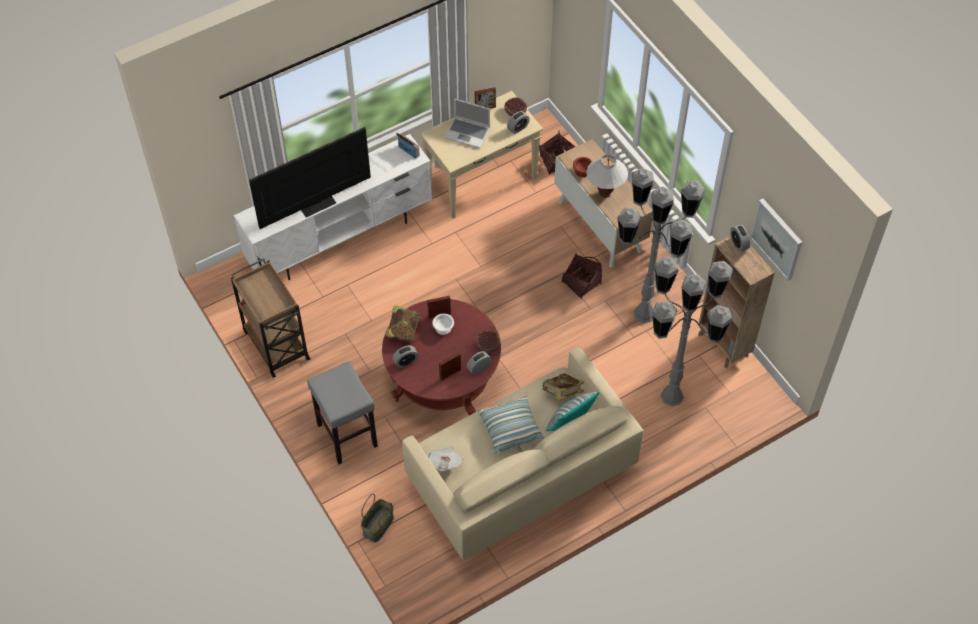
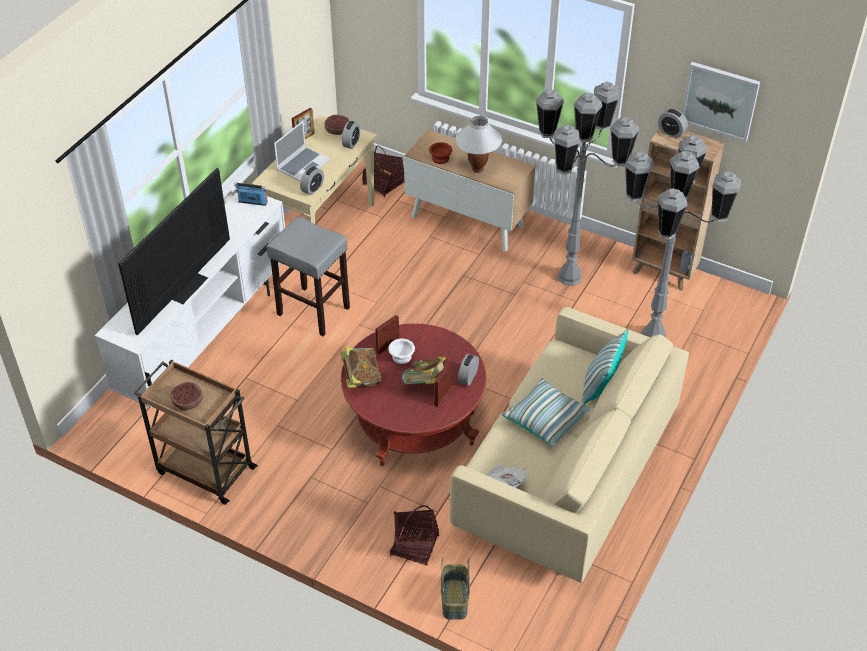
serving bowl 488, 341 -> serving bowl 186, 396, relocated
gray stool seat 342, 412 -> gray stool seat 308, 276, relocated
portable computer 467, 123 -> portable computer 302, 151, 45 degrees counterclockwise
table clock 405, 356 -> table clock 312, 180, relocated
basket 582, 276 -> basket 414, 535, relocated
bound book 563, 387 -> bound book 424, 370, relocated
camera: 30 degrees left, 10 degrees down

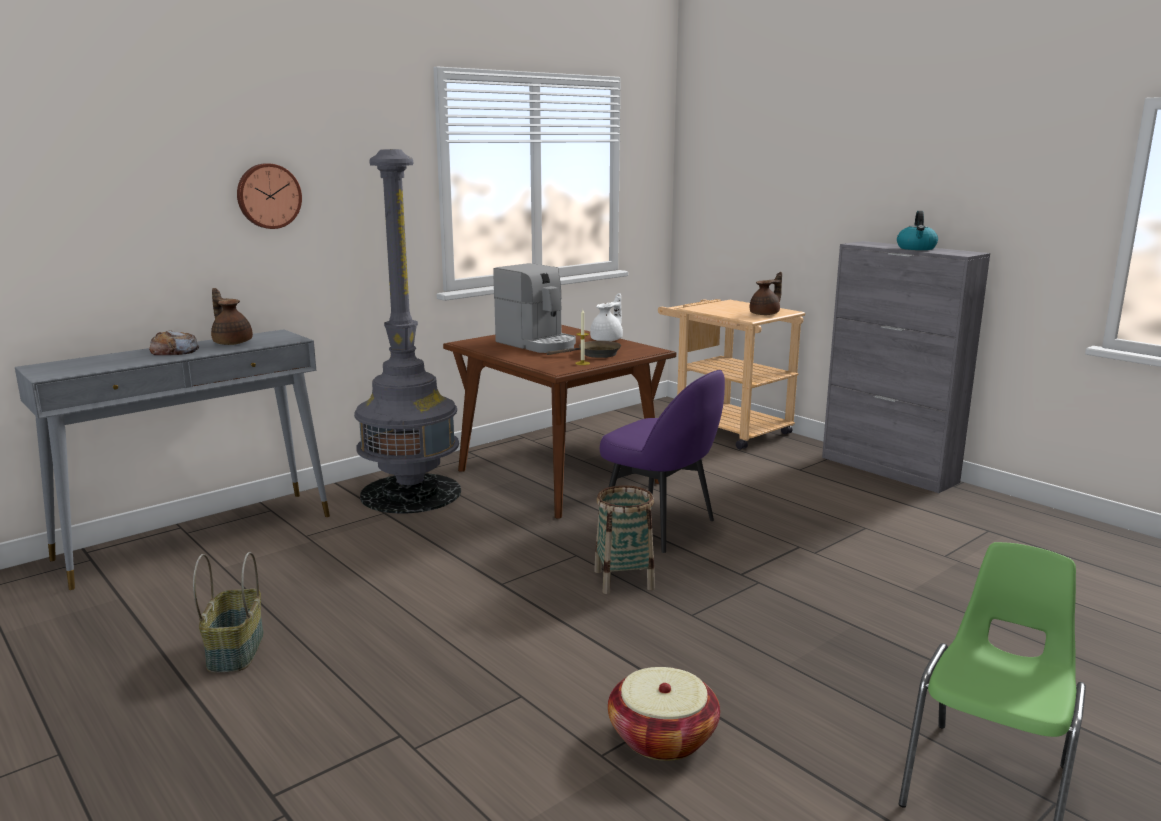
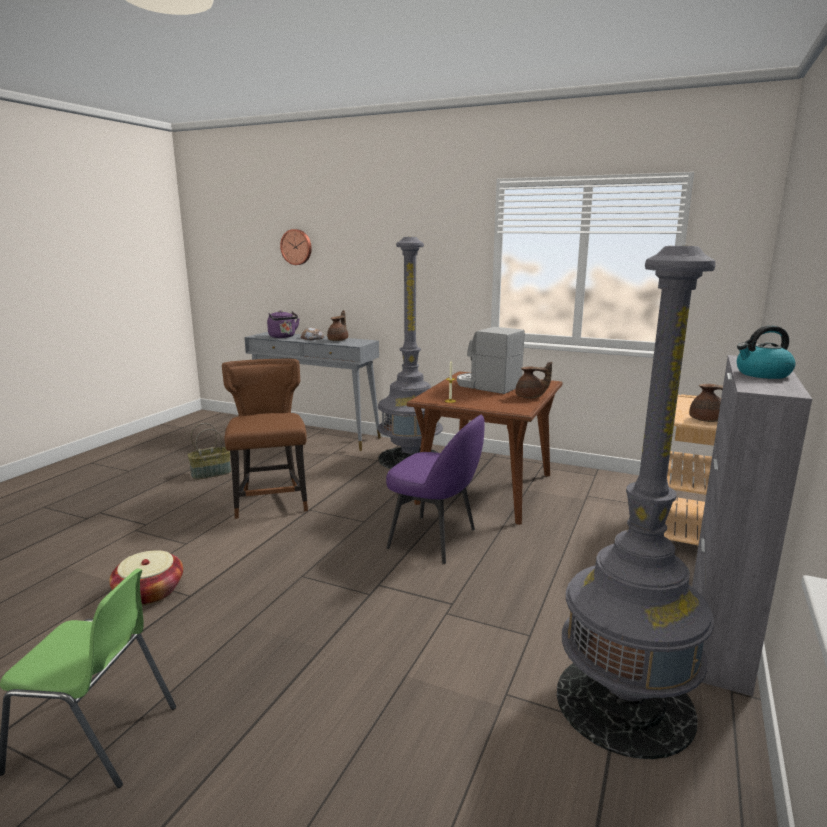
none -> brownish upright chair 265, 439
none -> purplish tea kettle 283, 324
wall clock 269, 196 -> wall clock 296, 247, relocated
purplish upright chair 662, 461 -> purplish upright chair 435, 489, 75 degrees counterclockwise
coffee machine 534, 308 -> coffee machine 491, 360, 105 degrees clockwise
whitish teapot 606, 317 -> brownish teapot 533, 380
none -> gray standard lamp 636, 502
brownish frying pan 584, 349 -> none
basket 624, 539 -> none
camera: 65 degrees right, 0 degrees up

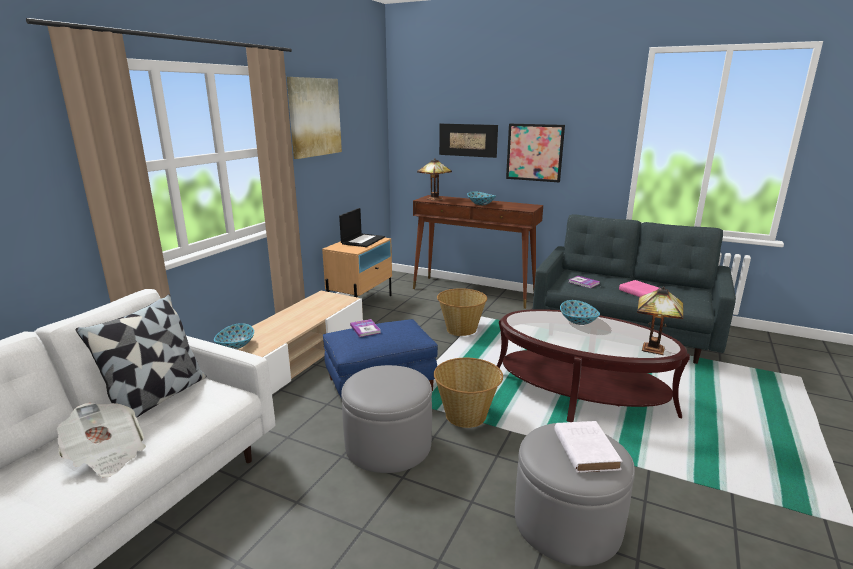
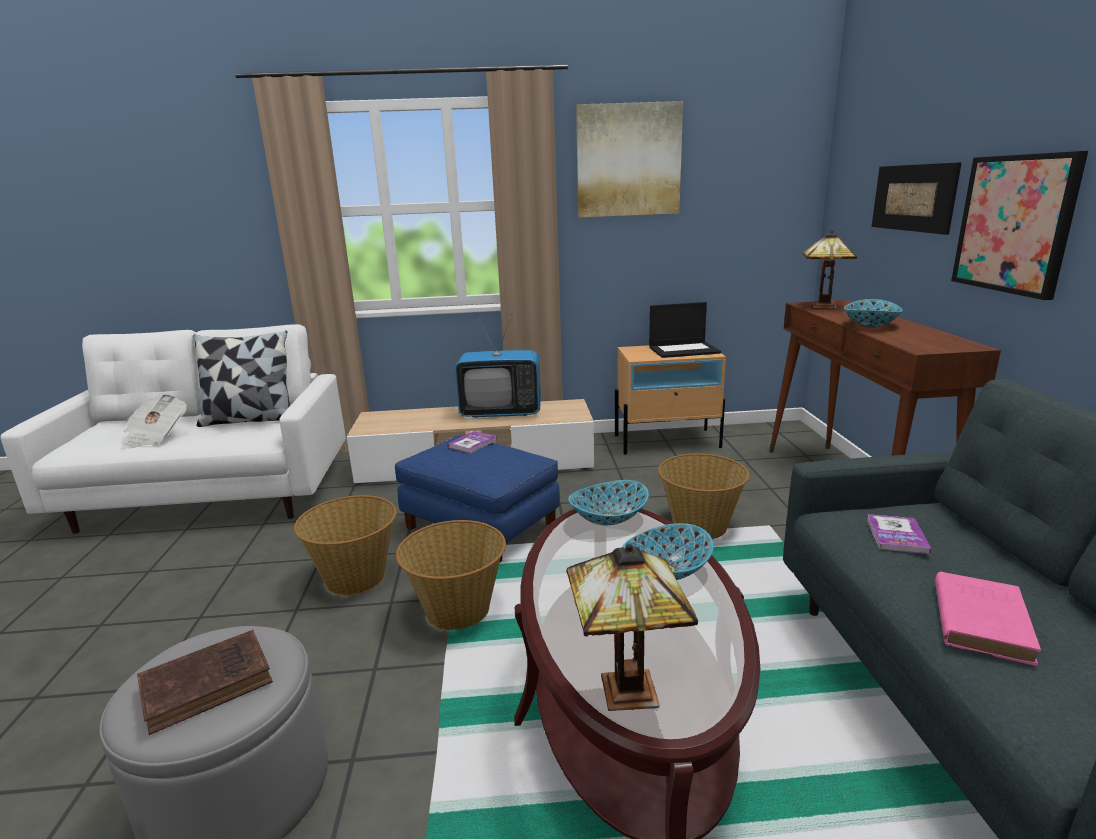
whitish bound book 588, 447 -> brownish bound book 205, 682
gray footrest 386, 419 -> basket 345, 545
none -> TV 498, 366
serving bowl 234, 336 -> serving bowl 608, 502, relocated
camera: 60 degrees right, 0 degrees up

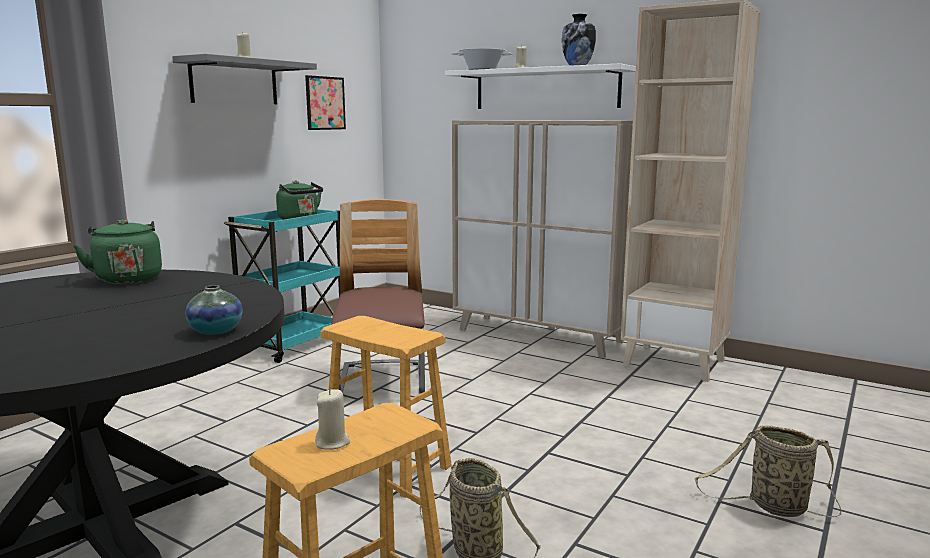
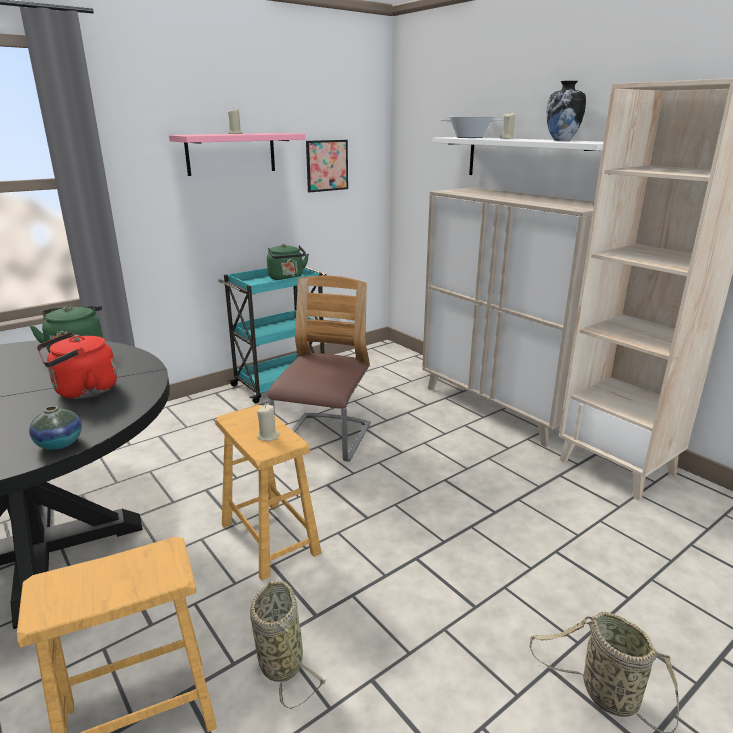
none -> reddish tea kettle 77, 365
gray bracket shelf 244, 79 -> pink-coloured bracket shelf 237, 154
beige-coloured wax light 332, 419 -> beige-coloured wax light 268, 423, relocated
camera: 20 degrees right, 10 degrees up

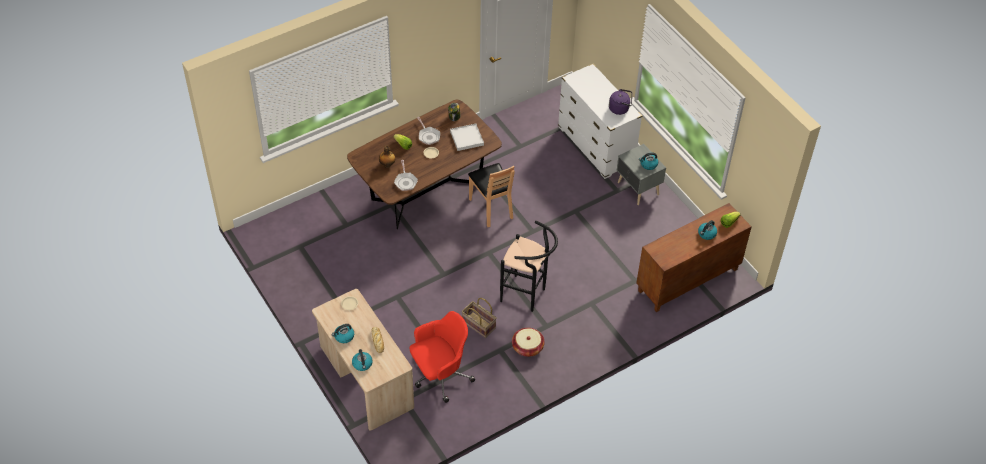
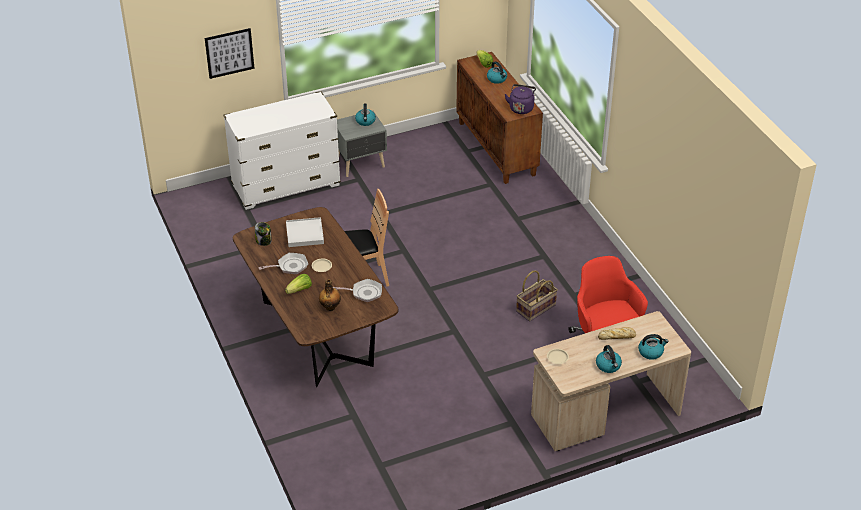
none -> wall picture 230, 53
purplish tea kettle 620, 102 -> purplish tea kettle 520, 99, relocated
blackish stool seat 529, 266 -> none
basket 528, 342 -> none
camera: 80 degrees left, 10 degrees down

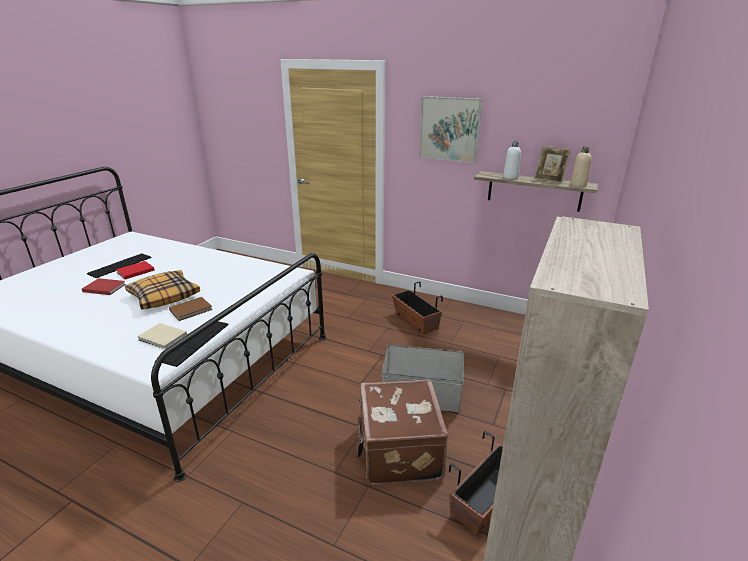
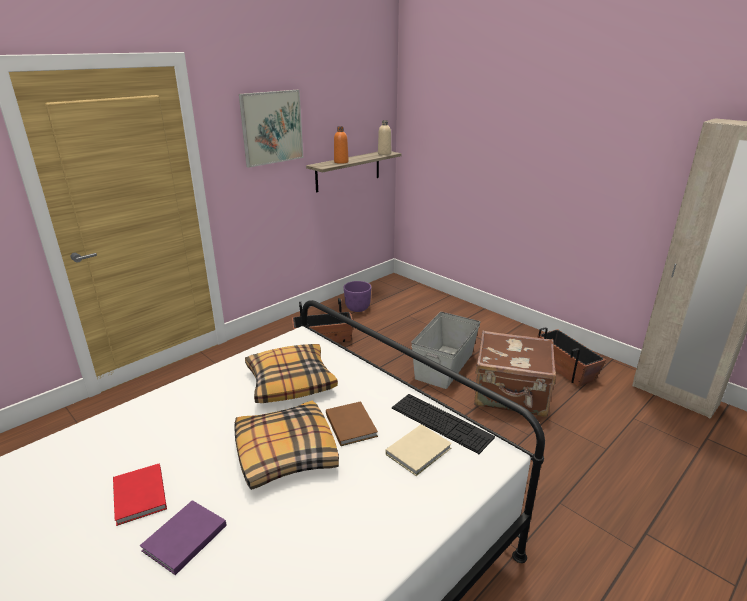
reddish bound book 104, 286 -> purplish bound book 183, 537
none -> pillow 291, 373
whitish drink bottle 512, 160 -> orangey drink bottle 341, 145
none -> purplish plant pot 357, 296
keyboard 119, 266 -> none
picture frame 552, 164 -> none
camera: 70 degrees left, 0 degrees up

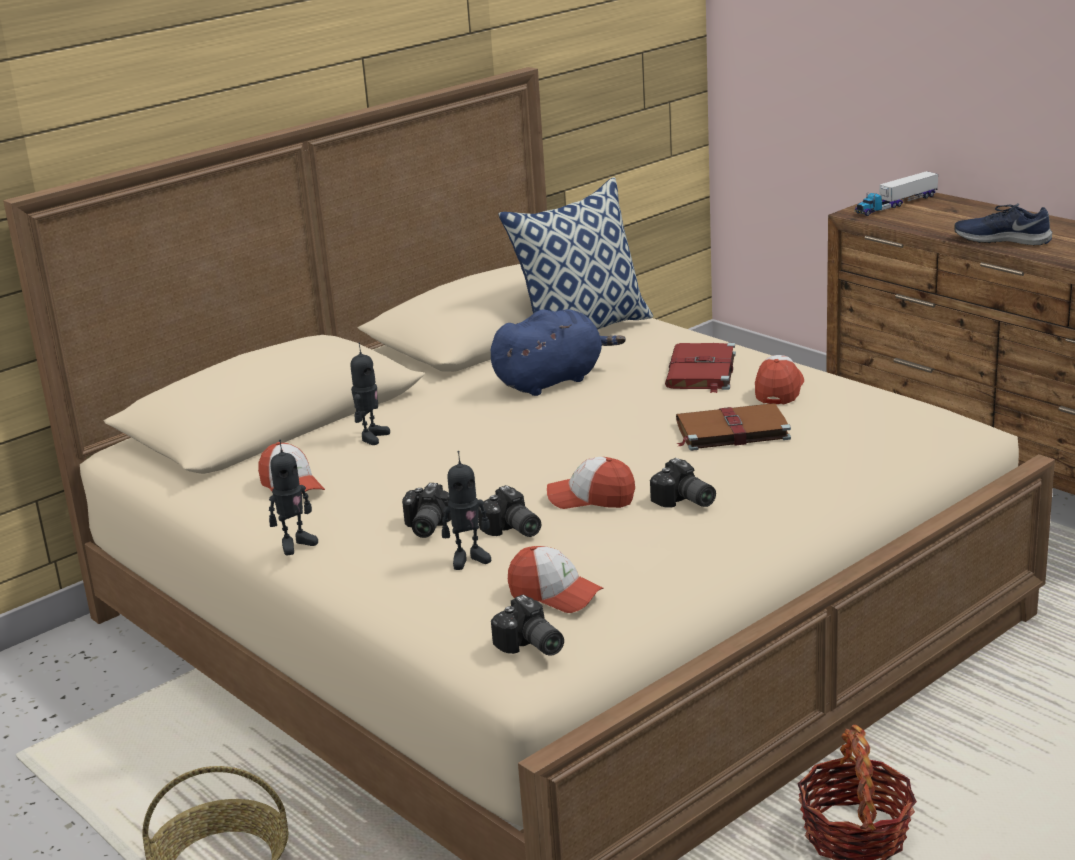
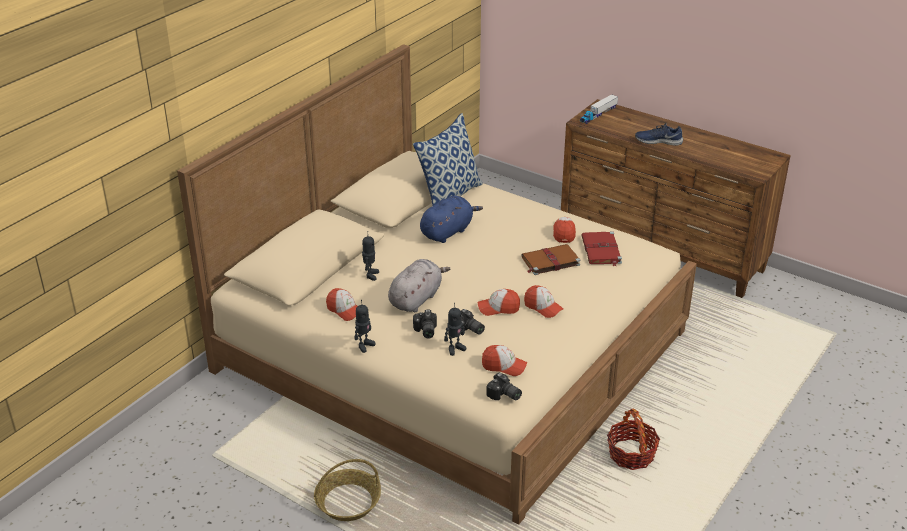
none -> gray cuddly toy 419, 285
still camera 683, 483 -> peaked cap 544, 301
reddish bound book 700, 368 -> reddish bound book 602, 248, relocated
camera: 15 degrees left, 10 degrees up

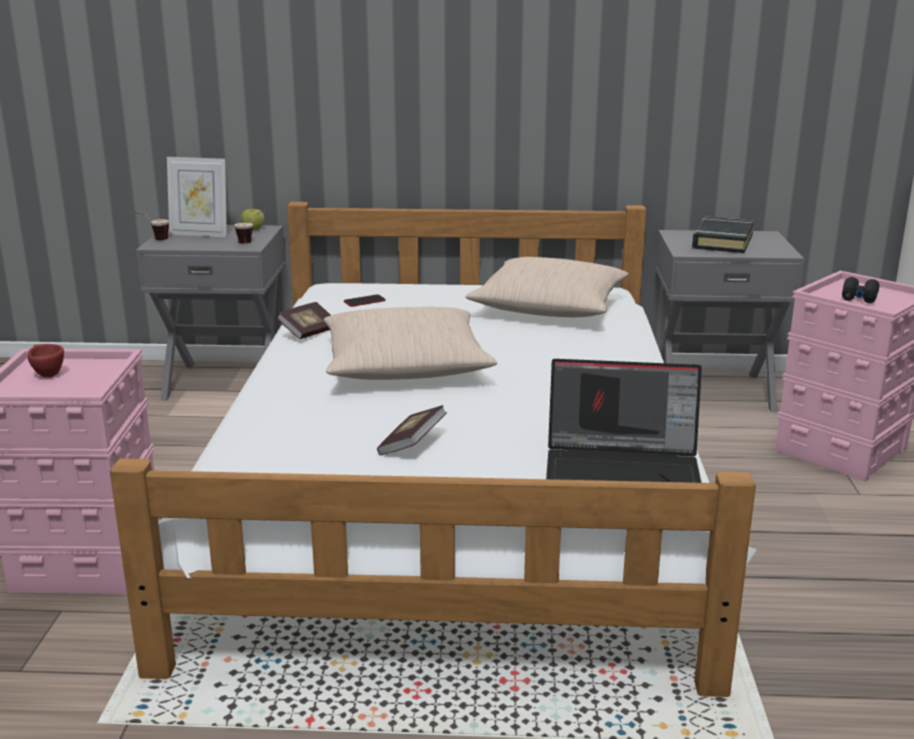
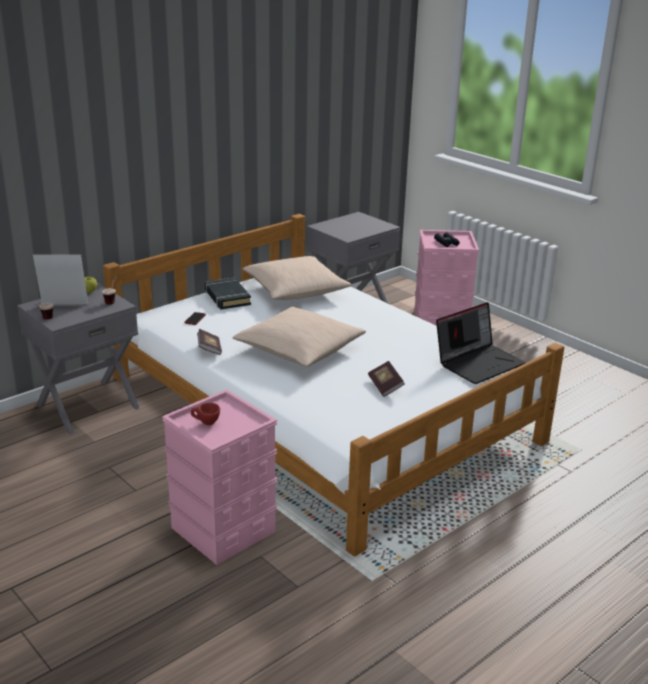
picture frame 197, 197 -> picture frame 60, 280, 150 degrees counterclockwise
blackish bound book 723, 234 -> blackish bound book 228, 293, relocated
camera: 45 degrees left, 5 degrees up

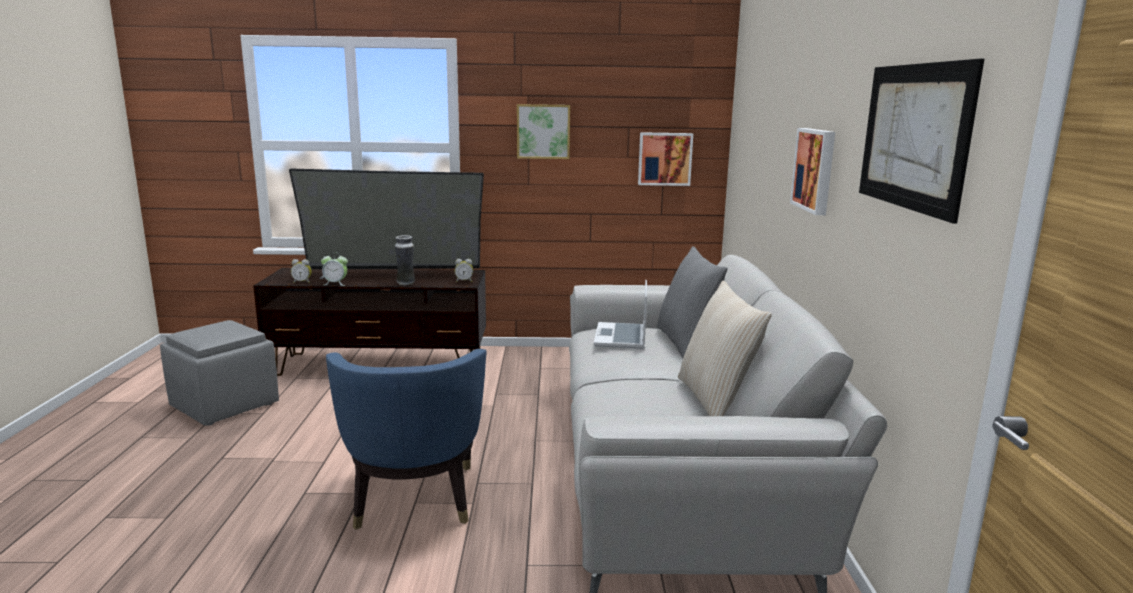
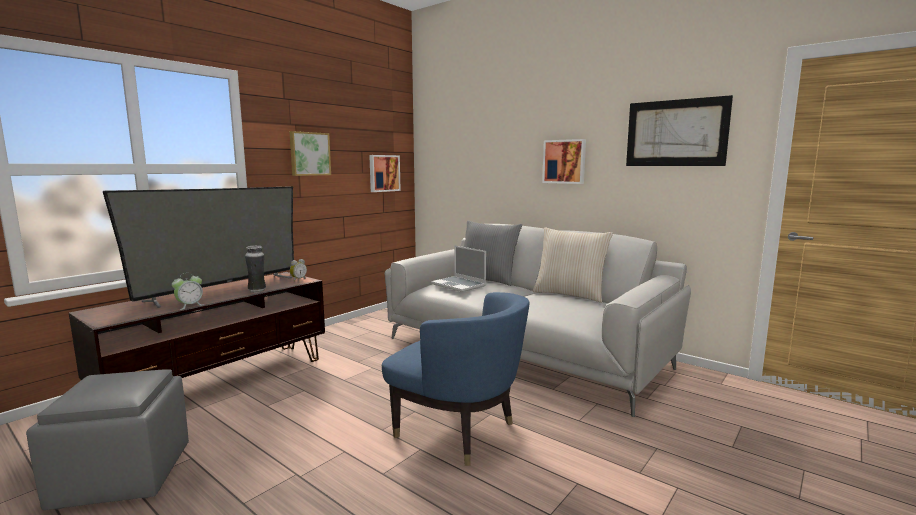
table clock 301, 271 -> none
camera: 50 degrees left, 5 degrees down

